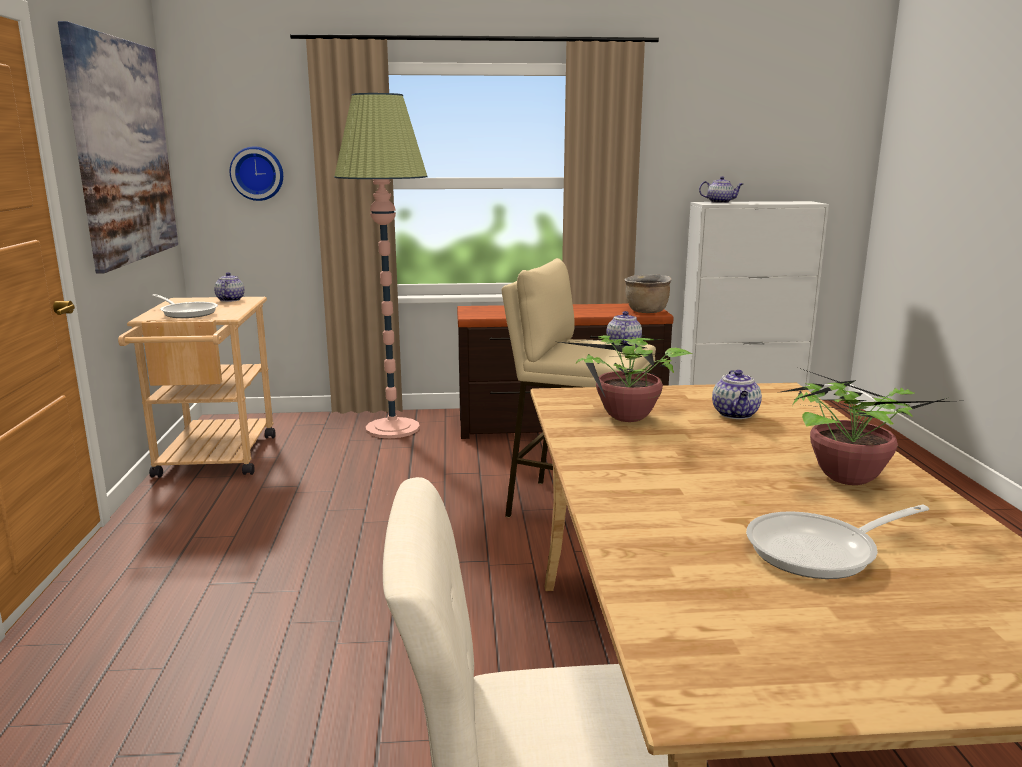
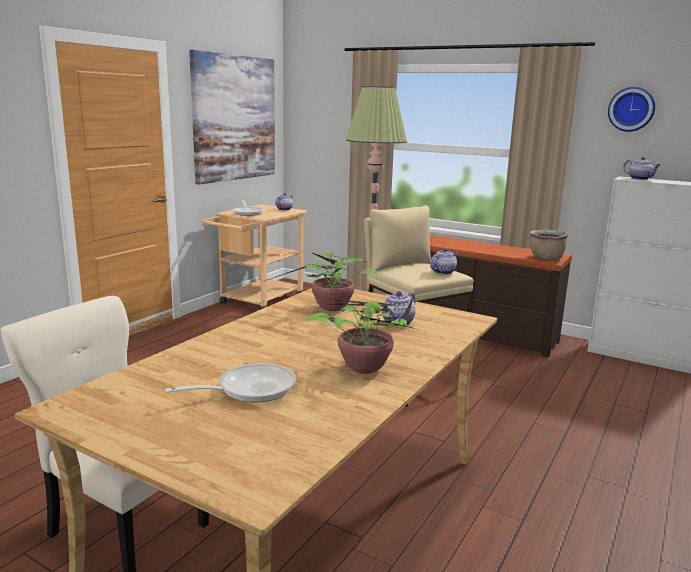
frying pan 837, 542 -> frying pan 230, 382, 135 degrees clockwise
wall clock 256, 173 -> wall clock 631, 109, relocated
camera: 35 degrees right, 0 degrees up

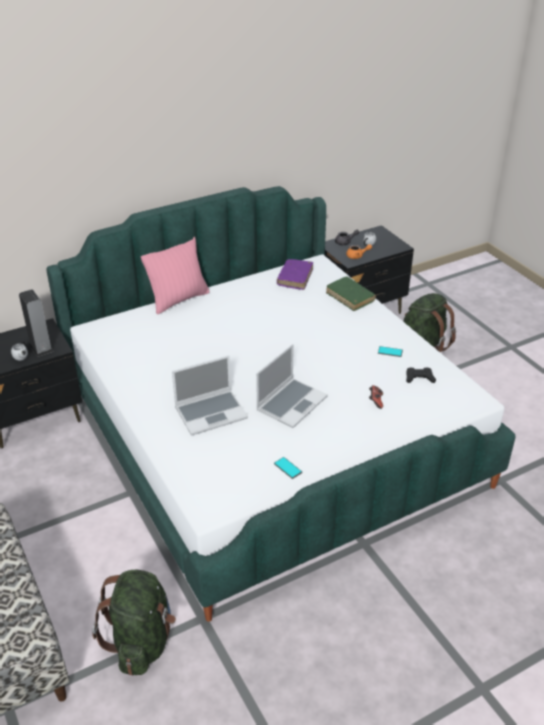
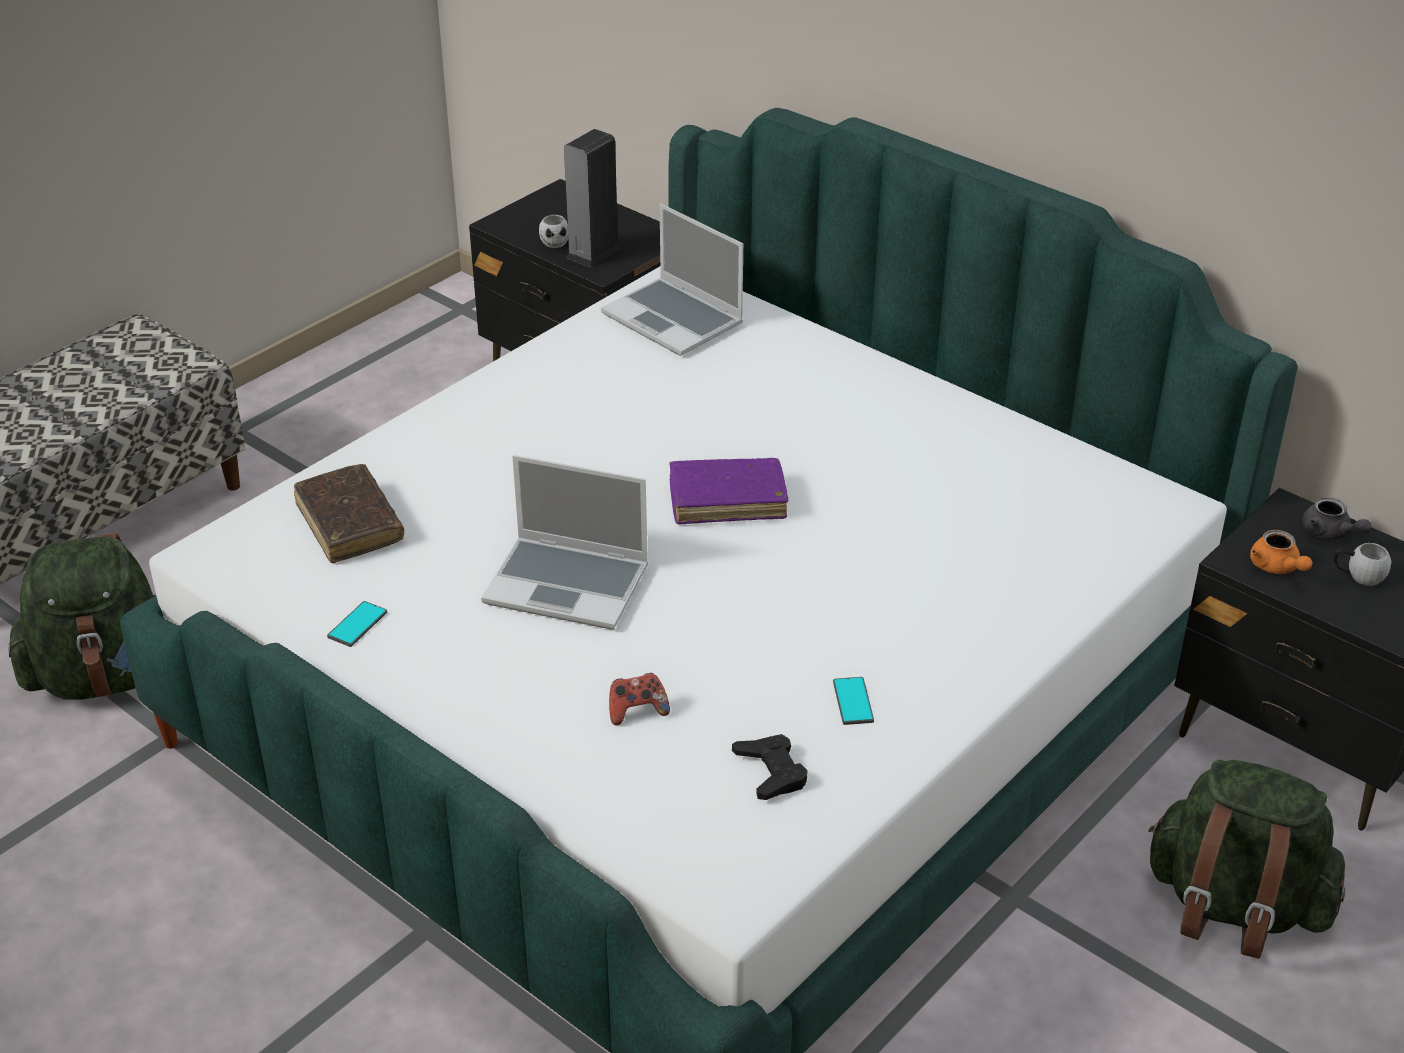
none -> brownish bound book 349, 513
portable computer 210, 395 -> portable computer 672, 279, relocated
purplish bound book 295, 274 -> purplish bound book 728, 491, relocated
pink-coloured pillow 175, 275 -> none
green-coloured bound book 351, 294 -> none
camera: 70 degrees right, 0 degrees up

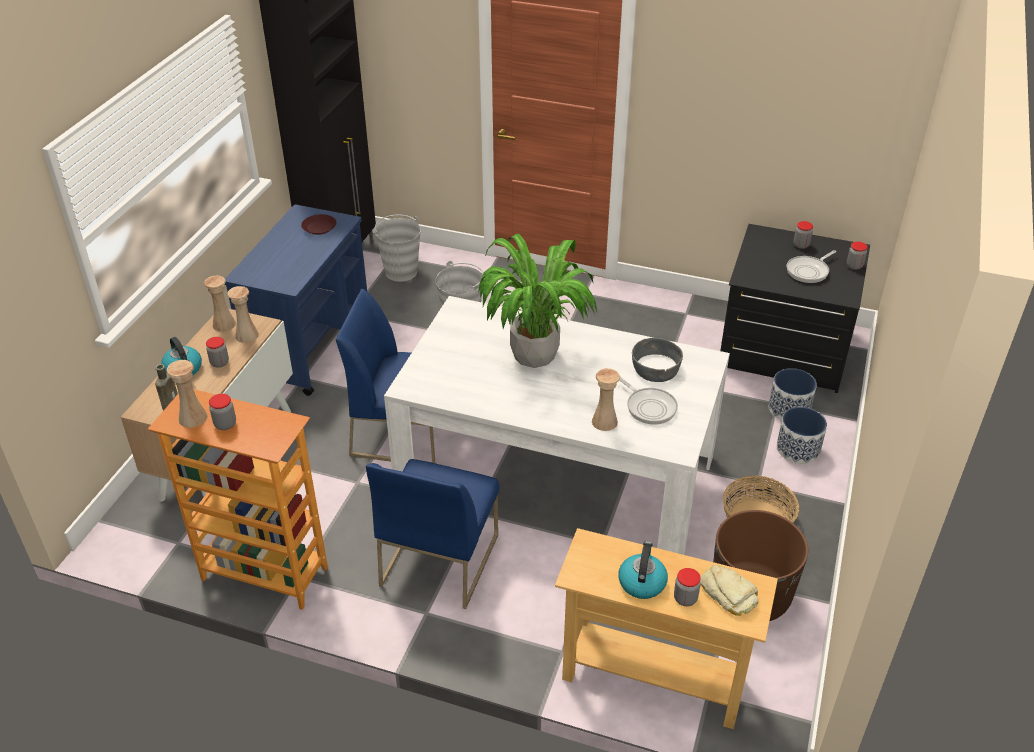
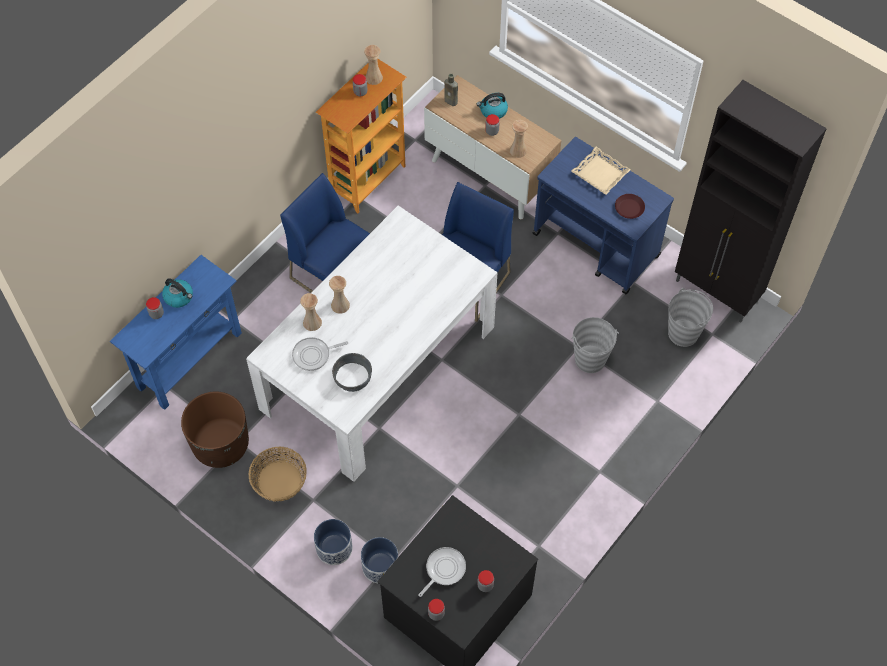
beige-coloured hall table 666, 628 -> blue hall table 176, 332
beige-coloured decorative vase 220, 304 -> beige-coloured decorative vase 339, 295, relocated
frying pan 811, 266 -> frying pan 442, 572, 60 degrees clockwise
none -> beige-coloured serving tray 601, 171
plant in a pot 537, 301 -> none
bread 729, 590 -> none
camera: 110 degrees right, 20 degrees up

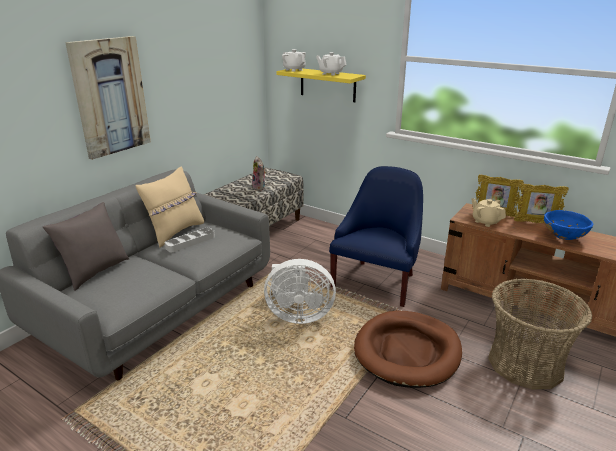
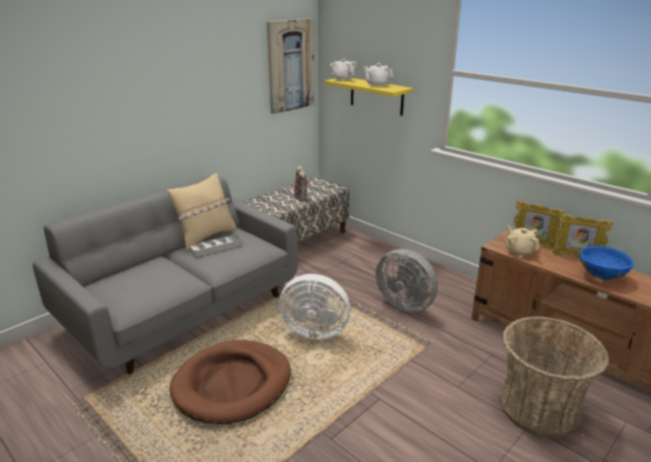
brownish dog bed 408, 349 -> brownish dog bed 230, 382, relocated
wall picture 108, 98 -> wall picture 290, 66, relocated
blue armchair 376, 236 -> gray fan 407, 280
gray pillow 86, 246 -> none
camera: 10 degrees right, 0 degrees up

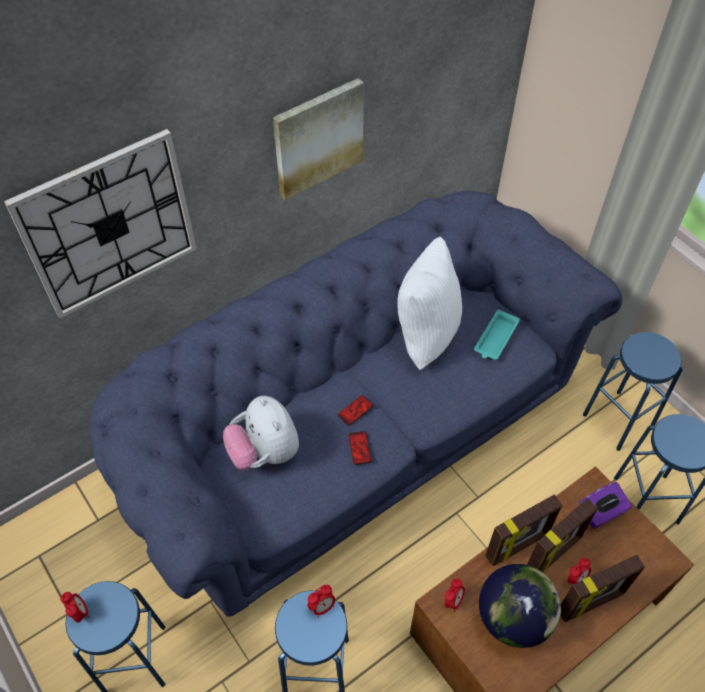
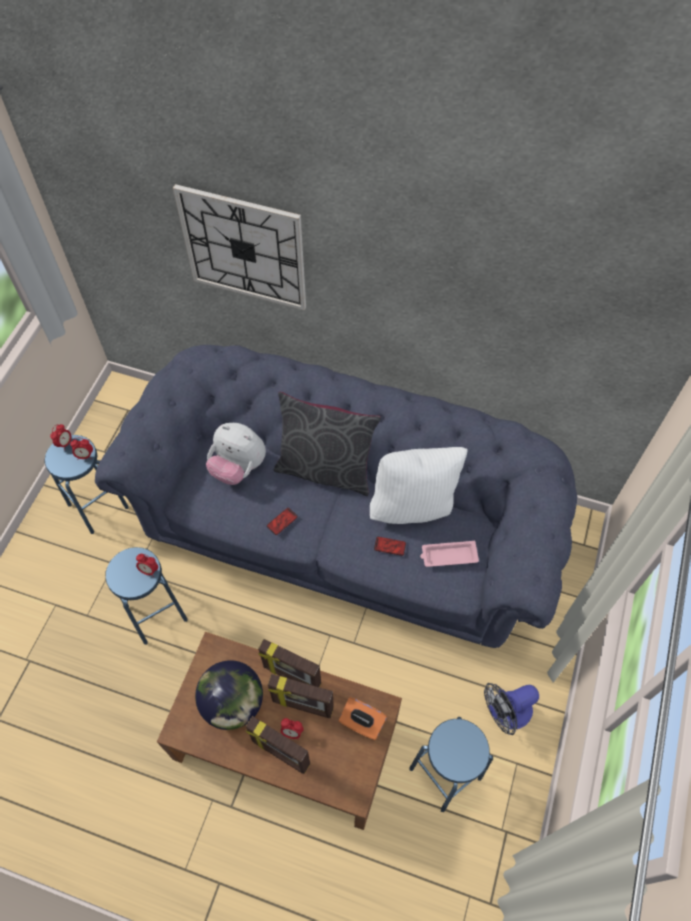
table clock 455, 595 -> table clock 81, 449, relocated
cuddly toy 261, 433 -> cuddly toy 236, 454, 90 degrees counterclockwise
none -> gray pillow 327, 444
purplish tissue box 605, 505 -> orangey tissue box 363, 718
phone 355, 410 -> phone 390, 546, relocated
blue-green serving tray 497, 335 -> pink-coloured serving tray 449, 554
blue stool seat 632, 391 -> fan 511, 709
wall picture 318, 139 -> none
camera: 55 degrees right, 5 degrees up

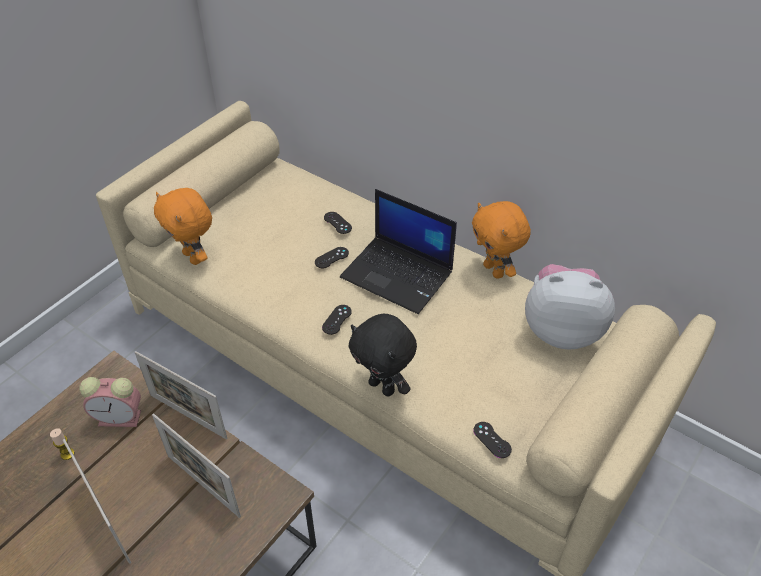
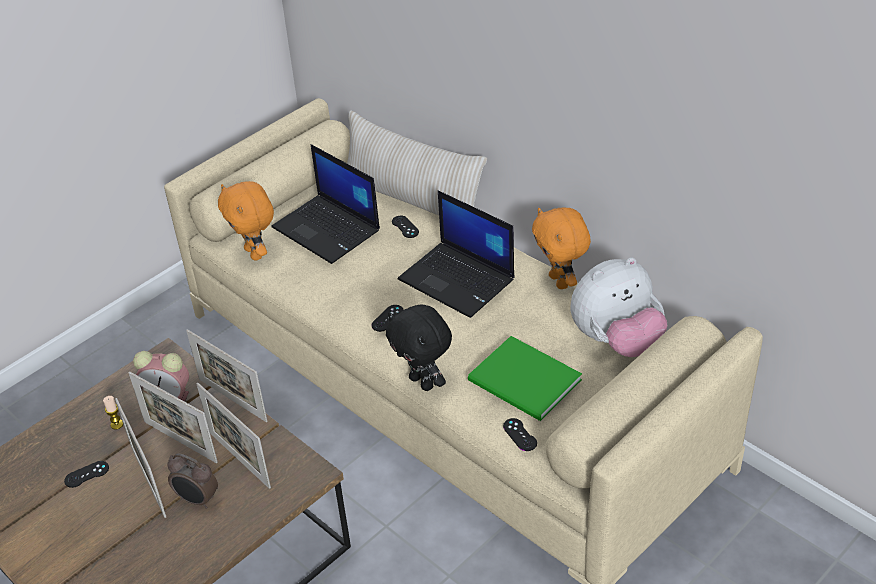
blackish joypad 332, 257 -> blackish joypad 86, 474, relocated
none -> picture frame 173, 417
none -> table clock 192, 481
none -> portable computer 325, 204
none -> beige-coloured pillow 417, 163
none -> green-coloured bound book 525, 378
cuddly toy 570, 307 -> cuddly toy 619, 307, 135 degrees clockwise
camera: 10 degrees right, 5 degrees down

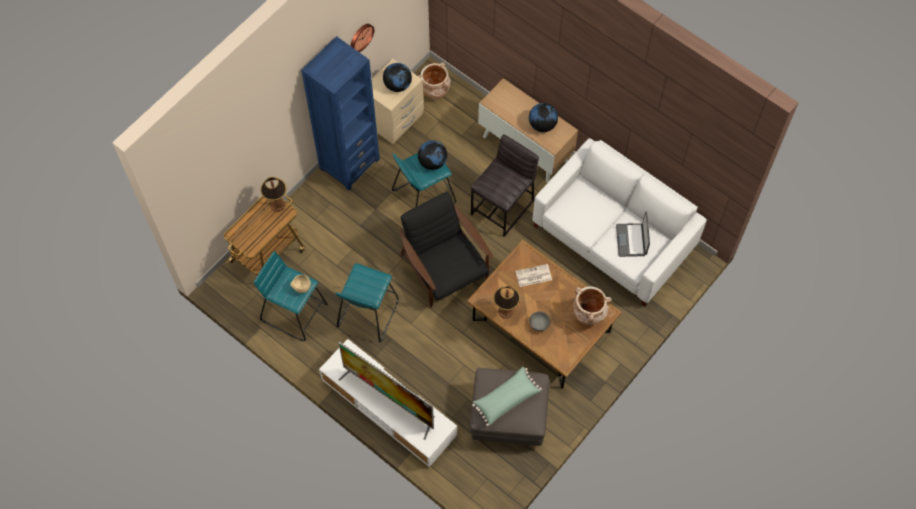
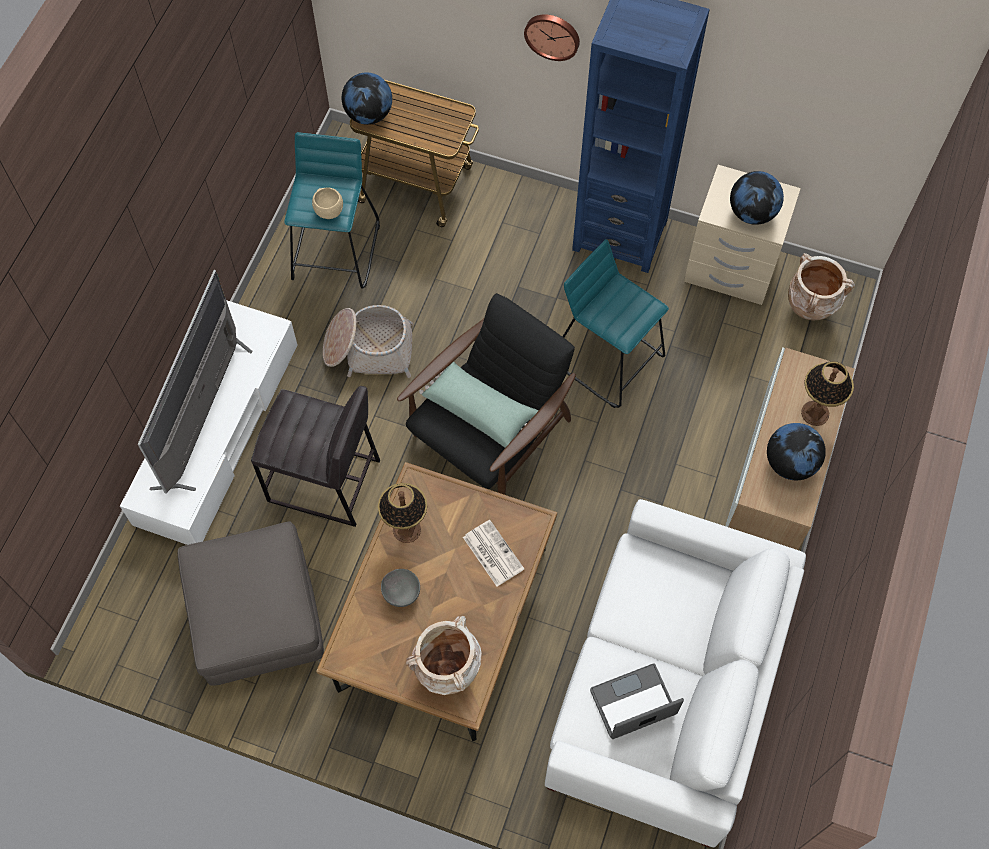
gray stool seat 505, 185 -> gray stool seat 315, 456, relocated
blue-green stool seat 366, 302 -> basket 368, 341
desk globe 432, 155 -> desk globe 367, 98, relocated
green-coloured pillow 507, 396 -> green-coloured pillow 479, 405, relocated
wall clock 362, 38 -> wall clock 552, 37, relocated
tabletop lamp 274, 194 -> tabletop lamp 827, 393, relocated
camera: 70 degrees right, 0 degrees up

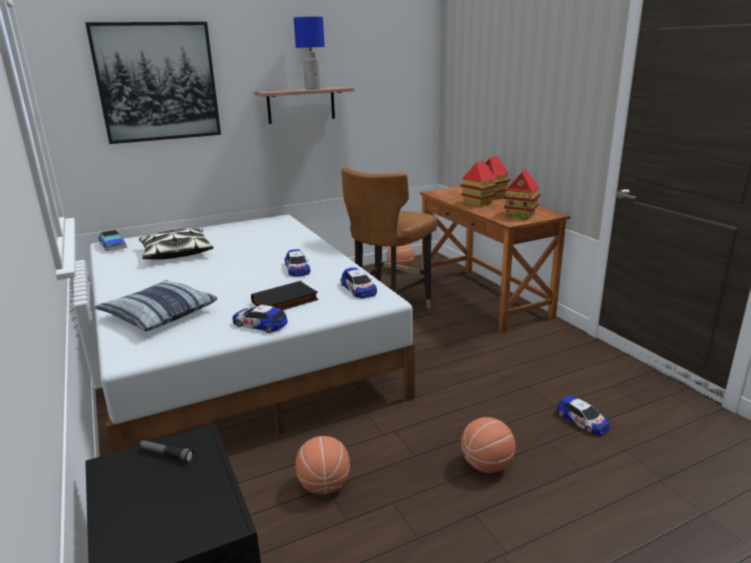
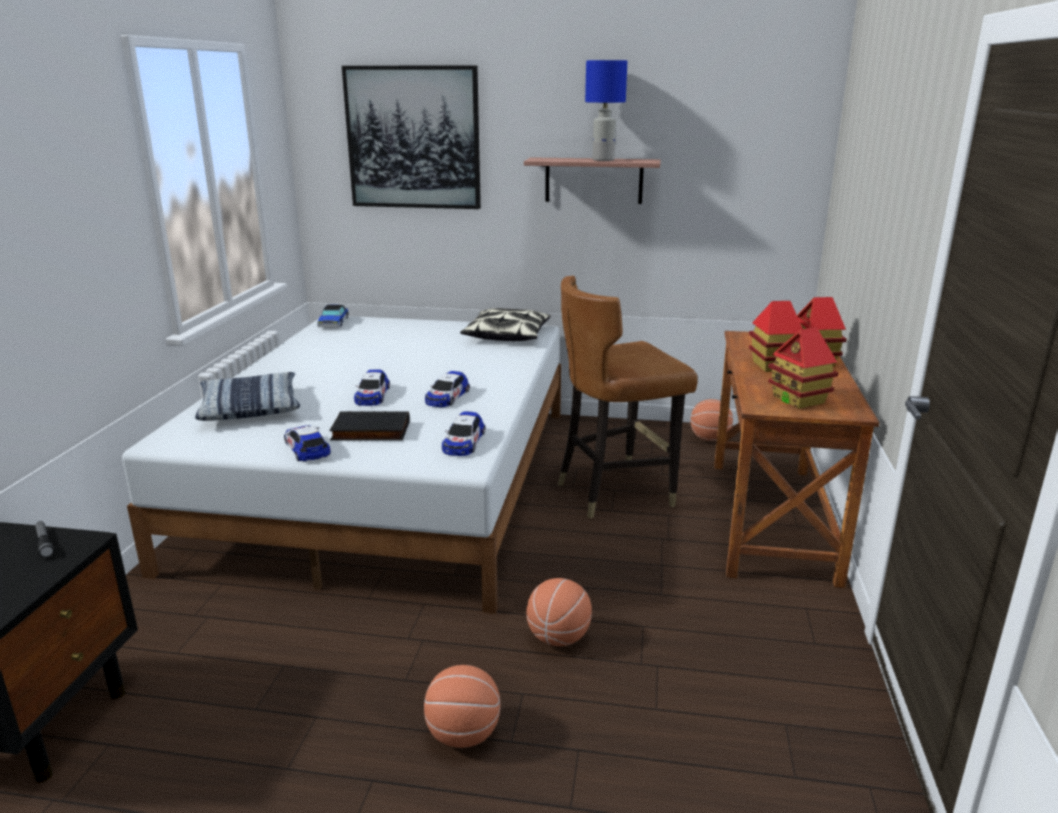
toy car 583, 415 -> toy car 372, 387, relocated
pillow 176, 244 -> pillow 505, 324, relocated
basketball 322, 465 -> basketball 559, 612, relocated
camera: 35 degrees right, 0 degrees up

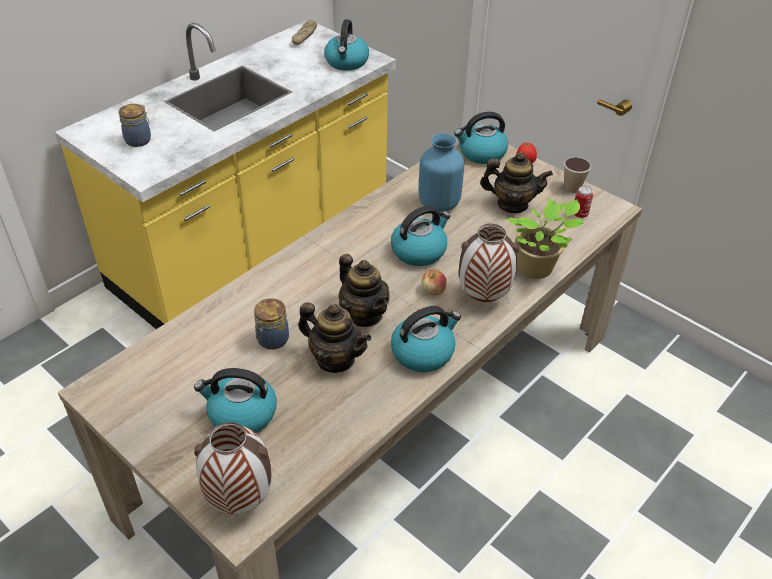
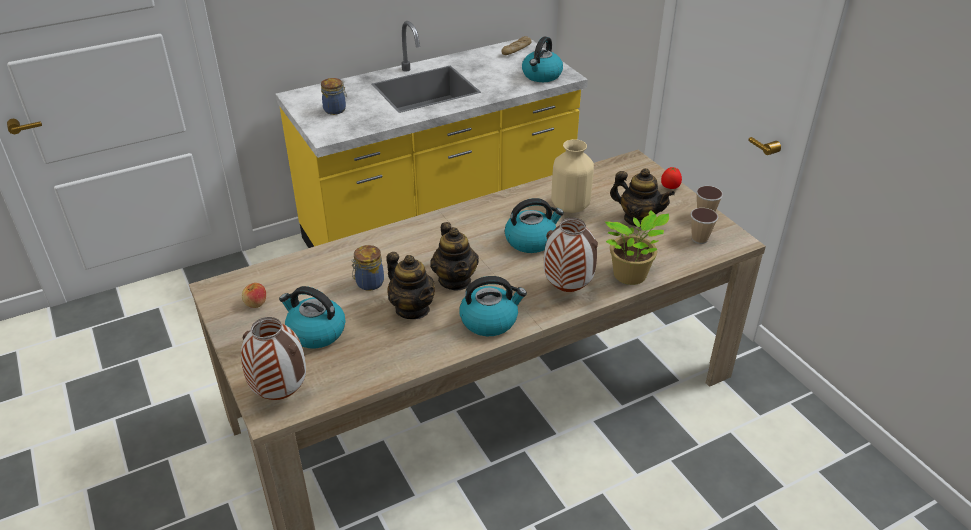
apple 434, 282 -> apple 254, 295, relocated
blue decorative vase 441, 172 -> beige-coloured decorative vase 572, 176
can 583, 202 -> cup 704, 226
tea kettle 481, 138 -> none
camera: 20 degrees right, 5 degrees down

